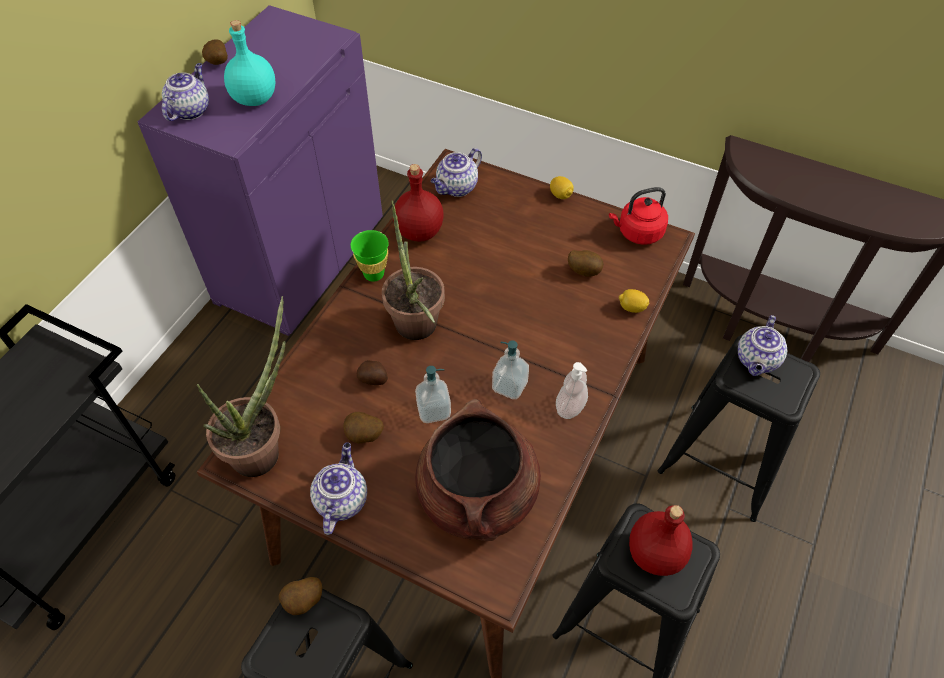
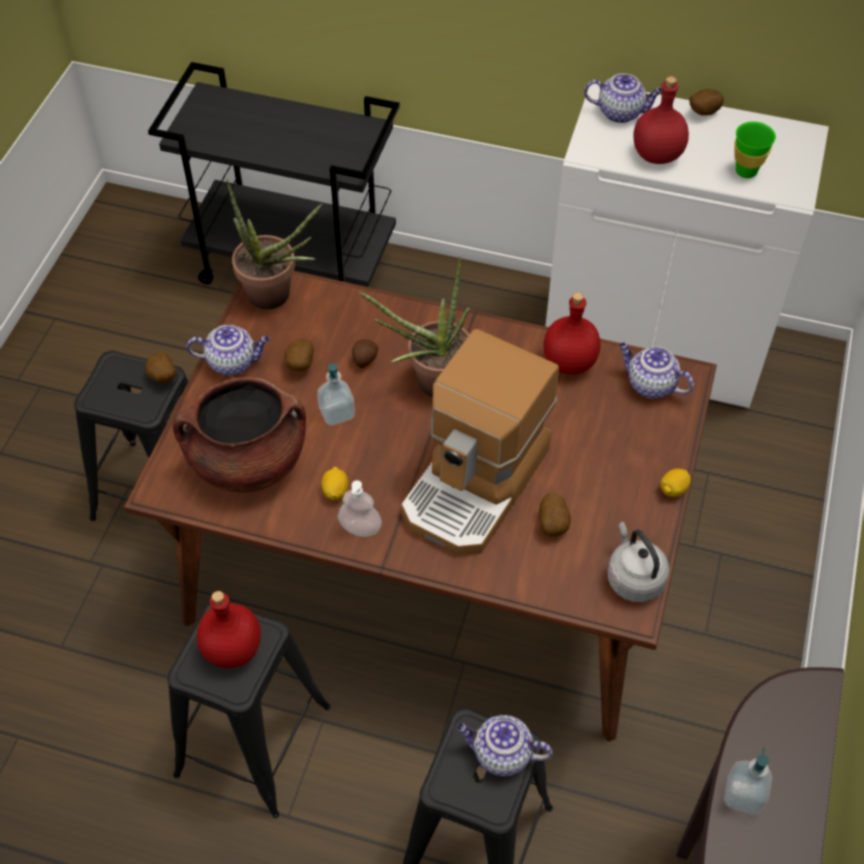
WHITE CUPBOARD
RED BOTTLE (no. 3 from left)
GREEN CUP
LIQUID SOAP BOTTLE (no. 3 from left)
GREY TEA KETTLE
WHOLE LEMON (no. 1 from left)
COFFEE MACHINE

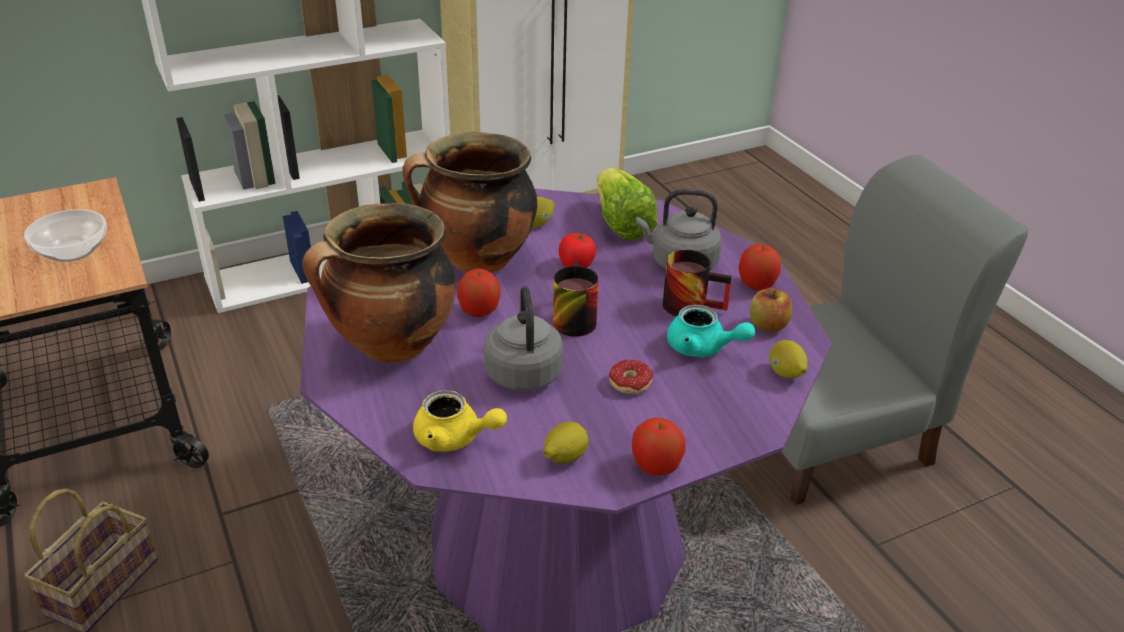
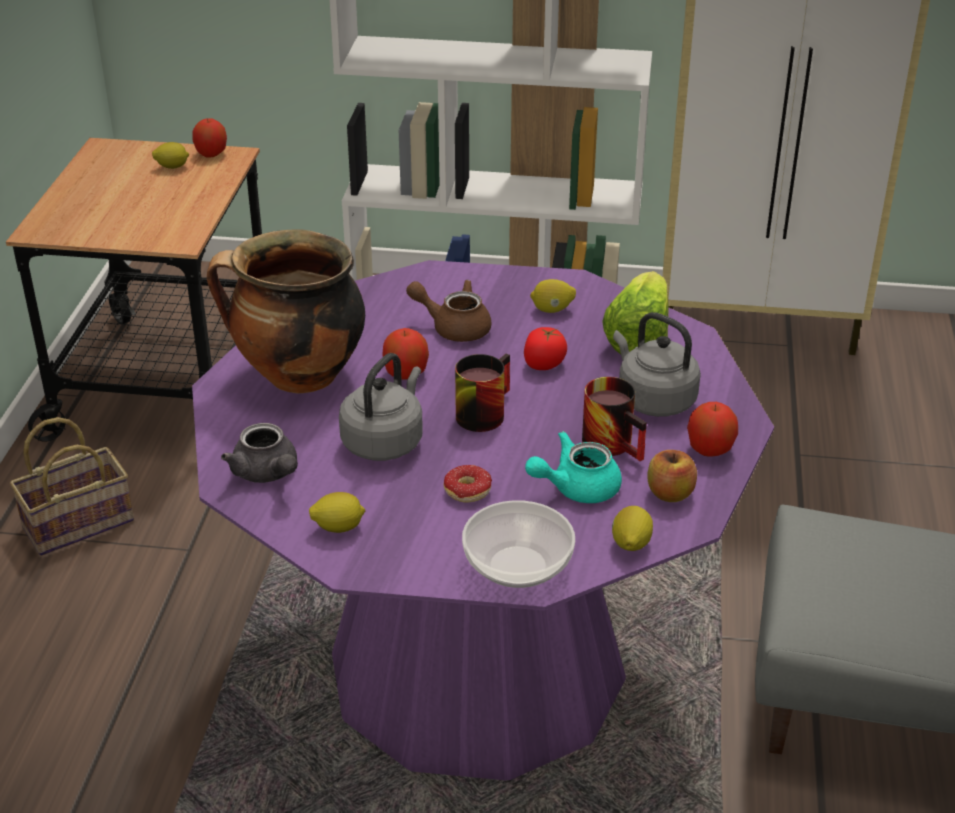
BOWL
BROWN TEA POT
GREY TEA POT
APPLE FRUIT (no. 1 from left)
TURQUOISE TEA POT
WHOLE LEMON (no. 1 from left)

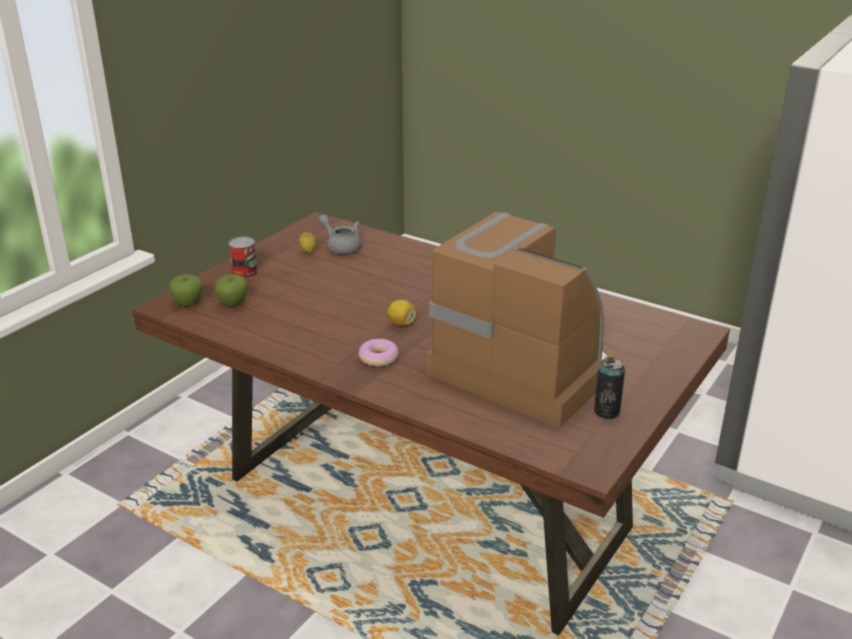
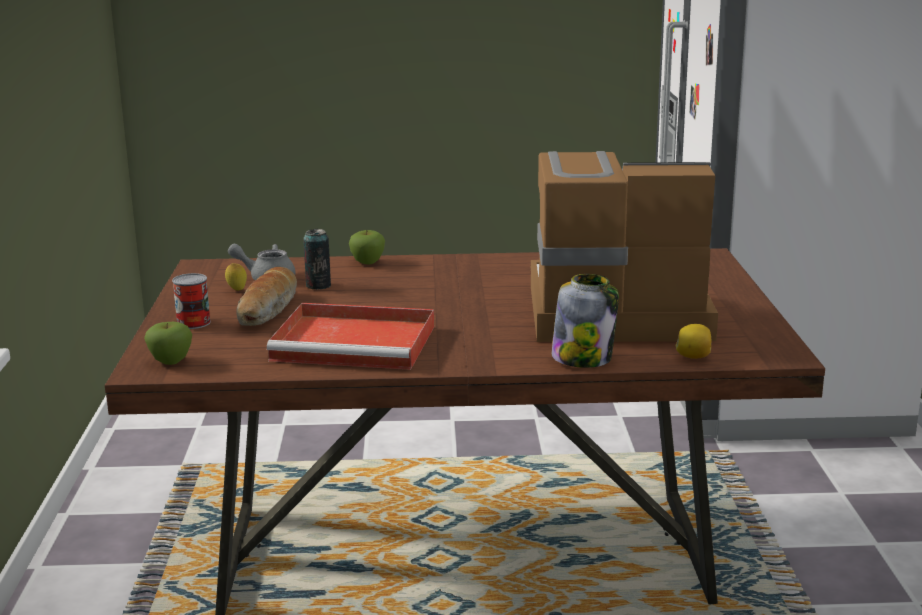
APPLE FRUIT (no. 2 from left)
RING DOUGHNUT
WHOLE LEMON (no. 2 from left)
METAL CAN (no. 2 from left)
BAKED BREAD
RED TRAY
JAR

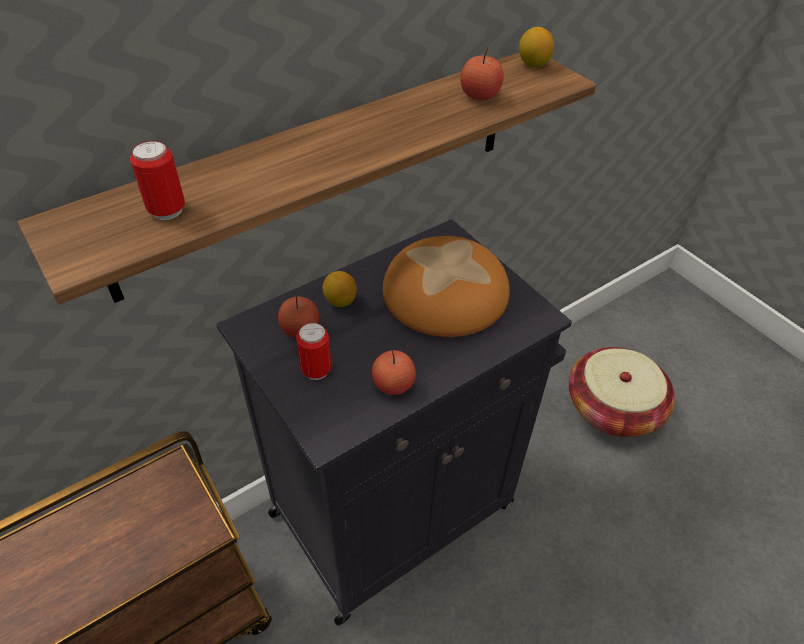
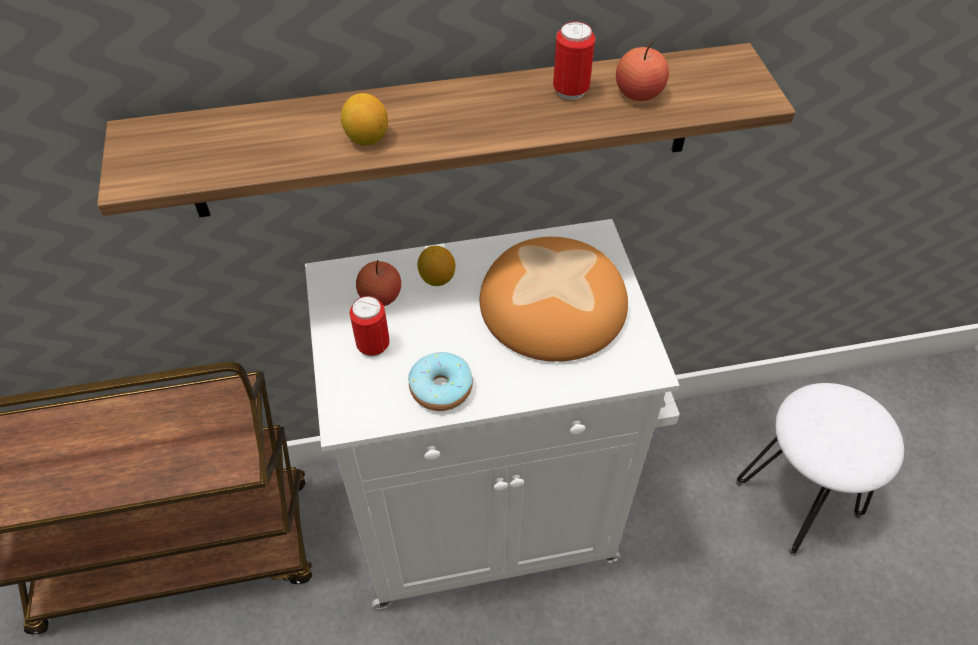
METAL CAN (no. 2 from left)
WHITE CUPBOARD
RING DOUGHNUT
WHOLE LEMON (no. 1 from left)
WHITE SITTING STOOL

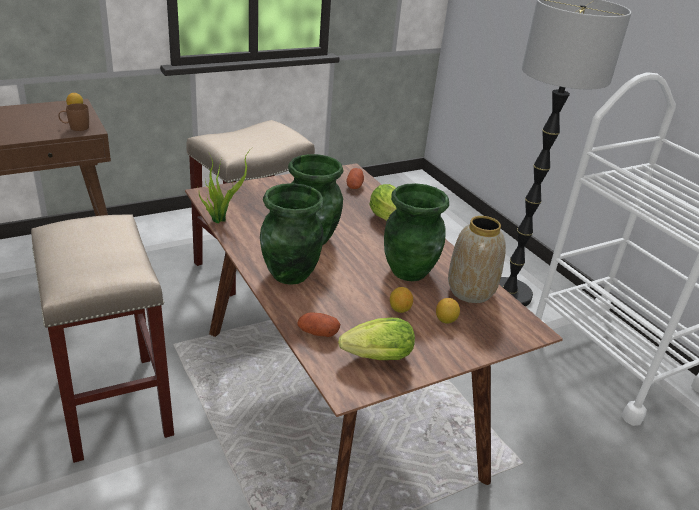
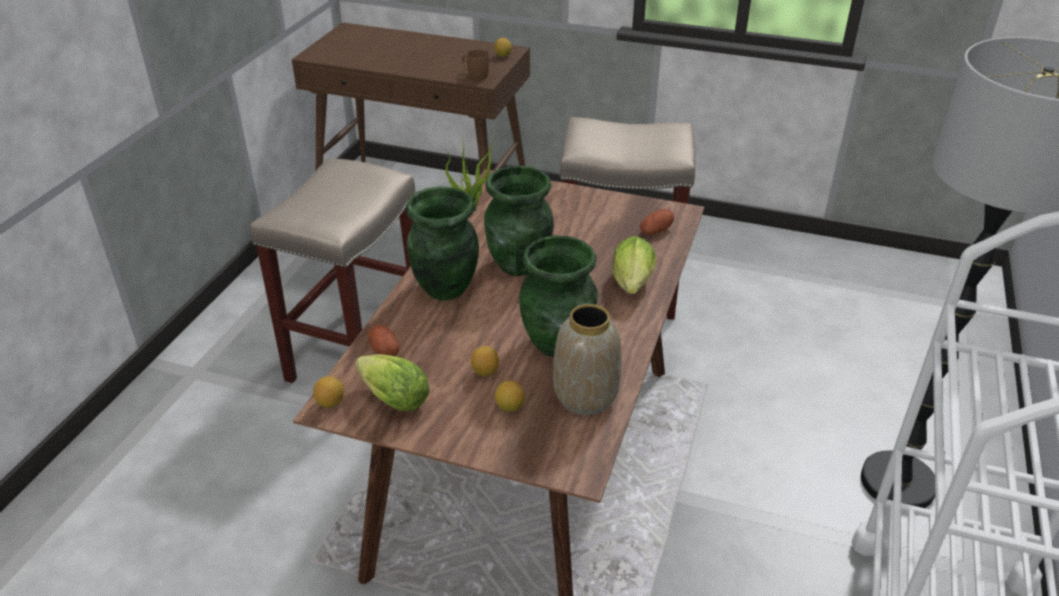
WHOLE LEMON (no. 1 from left)

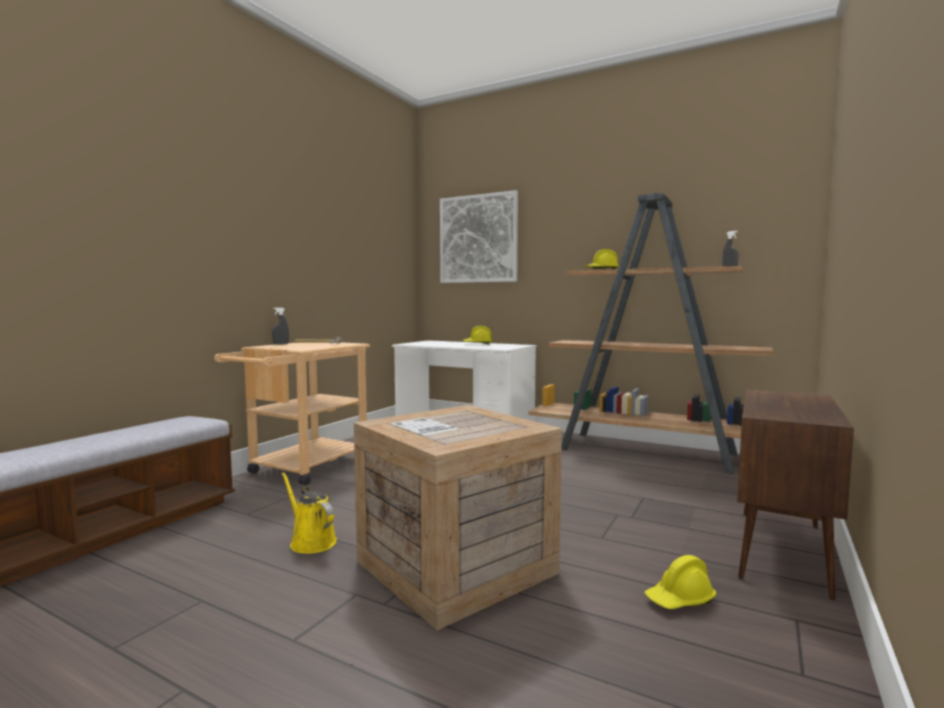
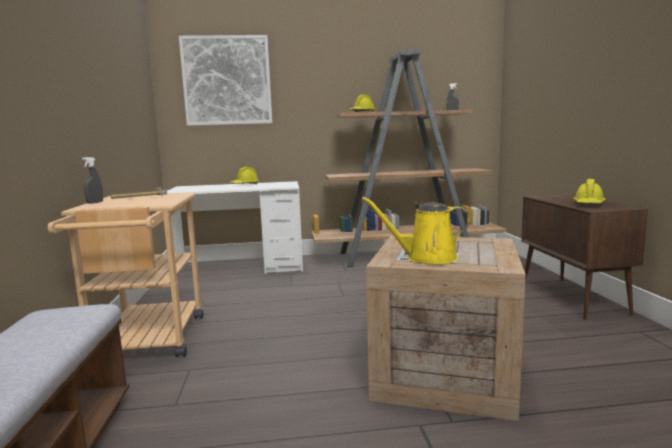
YELLOW WATERING CAN
YELLOW HARD HAT (no. 3 from left)

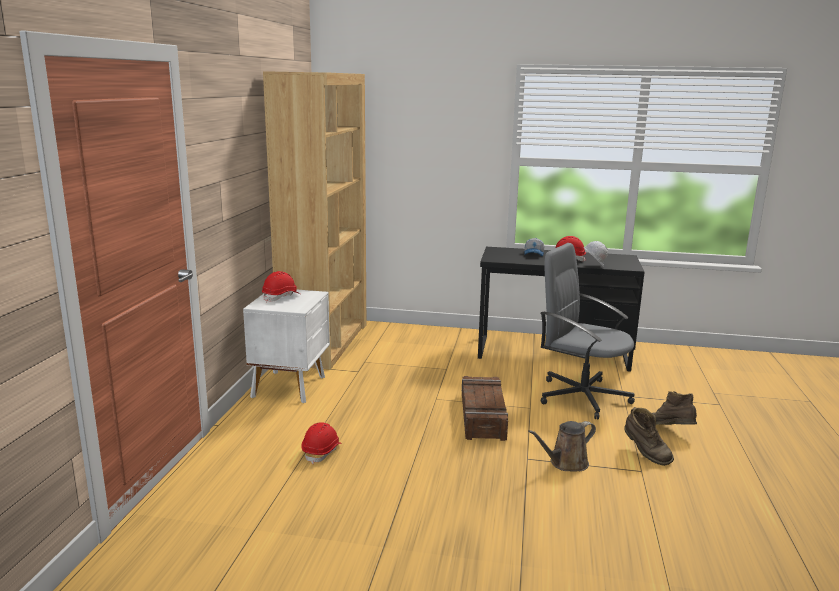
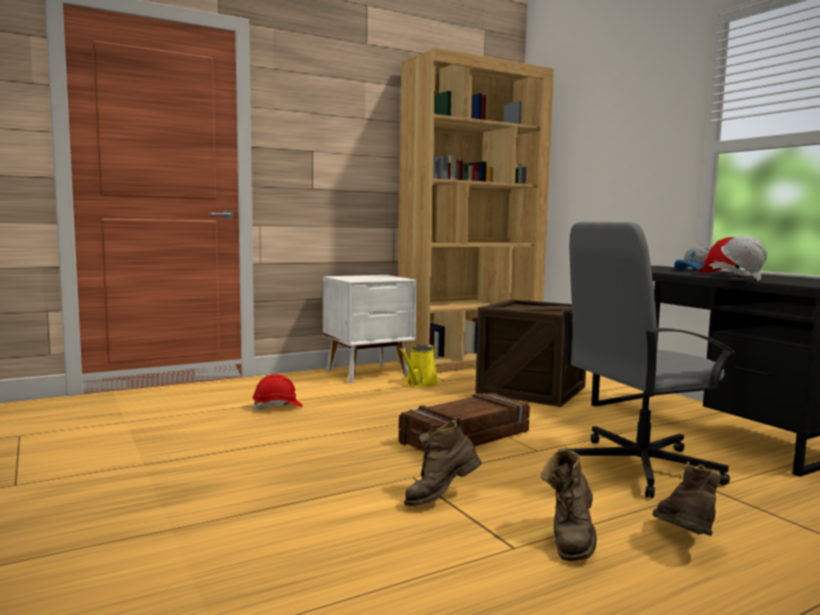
RED HARD HAT (no. 1 from left in the first image)
BROWN HIGH-TOP BOOT (no. 1 from left)
GREY COMPUTER CHAIR
YELLOW WATERING CAN
CRATE (no. 2 from left)

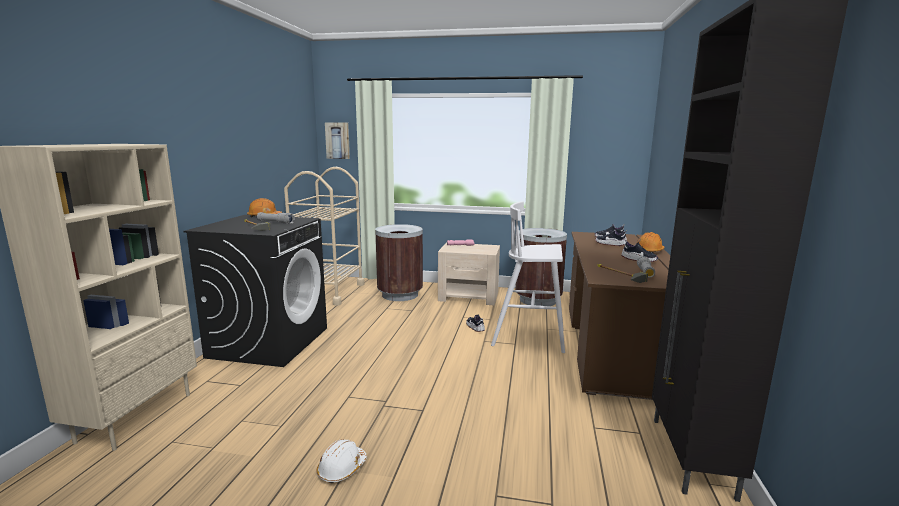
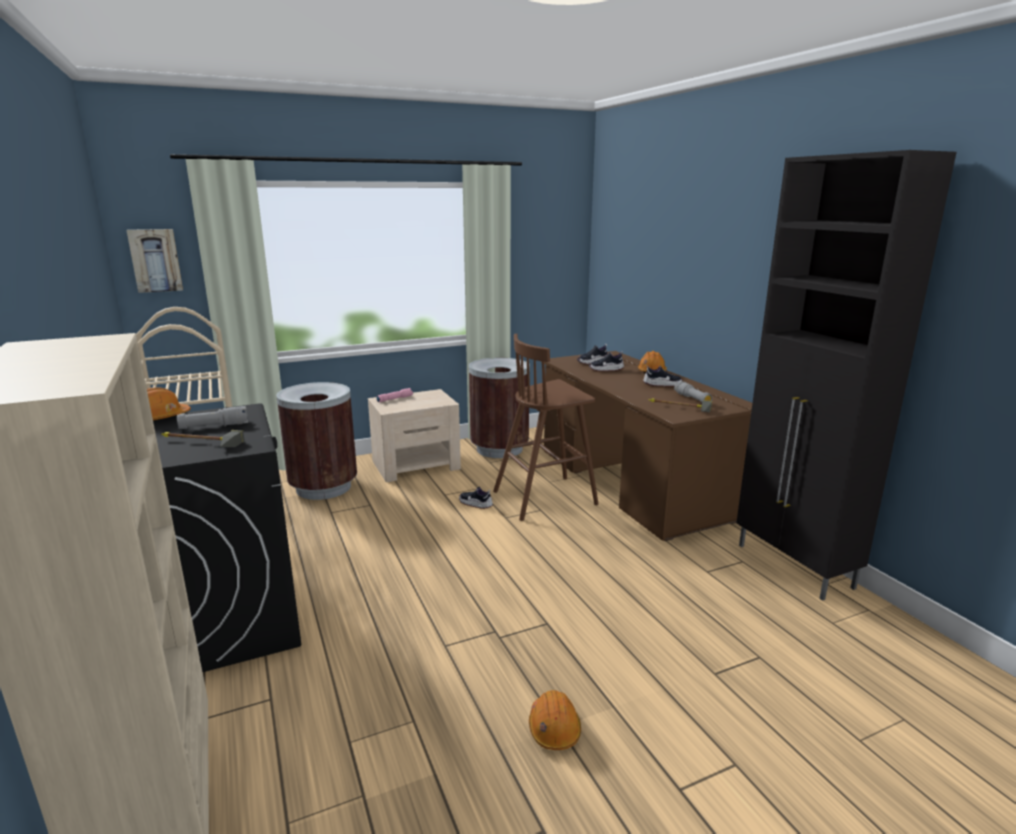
ORANGE-COLOURED HARD HAT (no. 2 from left)
BROWN SITTING STOOL

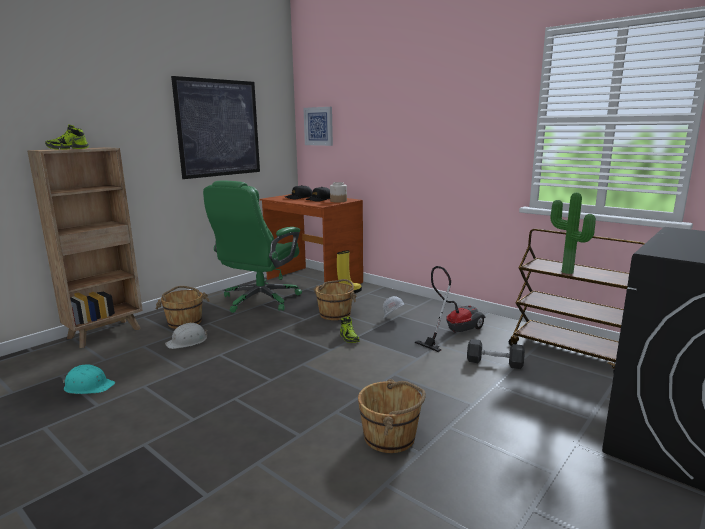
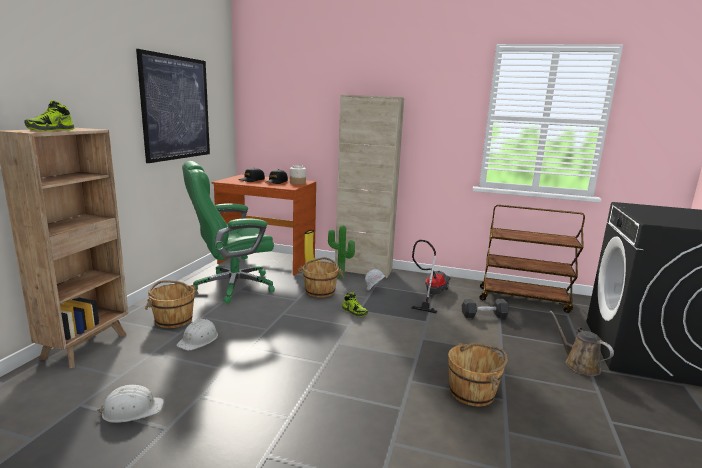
WHITE HARD HAT (no. 1 from left)
GREEN COMPUTER CHAIR
PICTURE (no. 2 from left in the first image)
PLANT IN A POT
BEIGE-COLOURED CUPBOARD
BROWN WATERING CAN

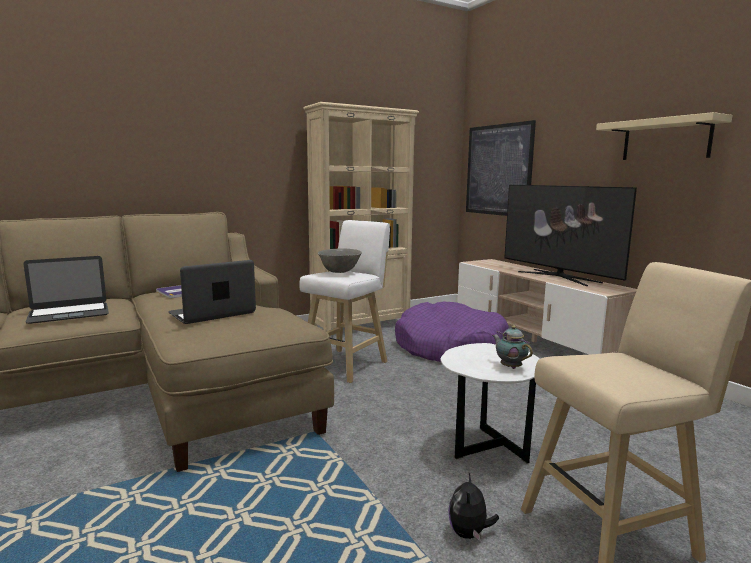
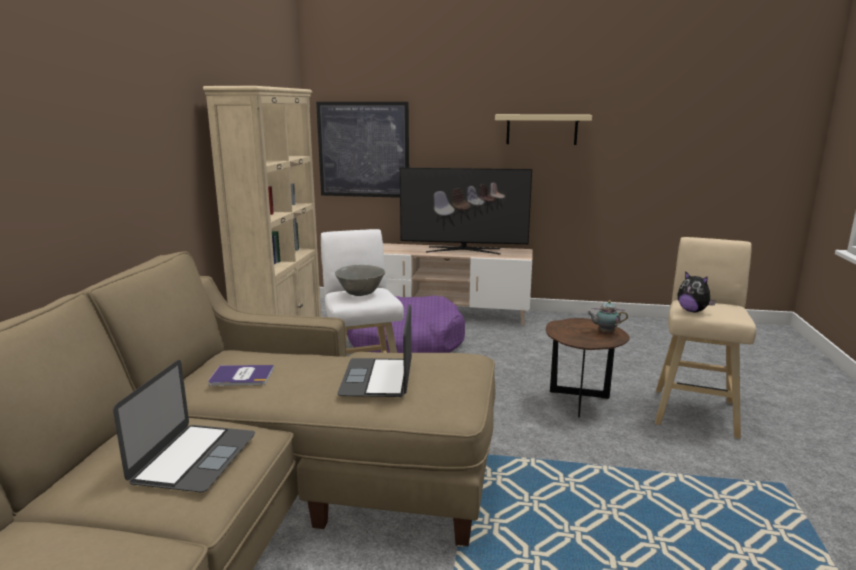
BROWN SIDE TABLE
PLUSH TOY

